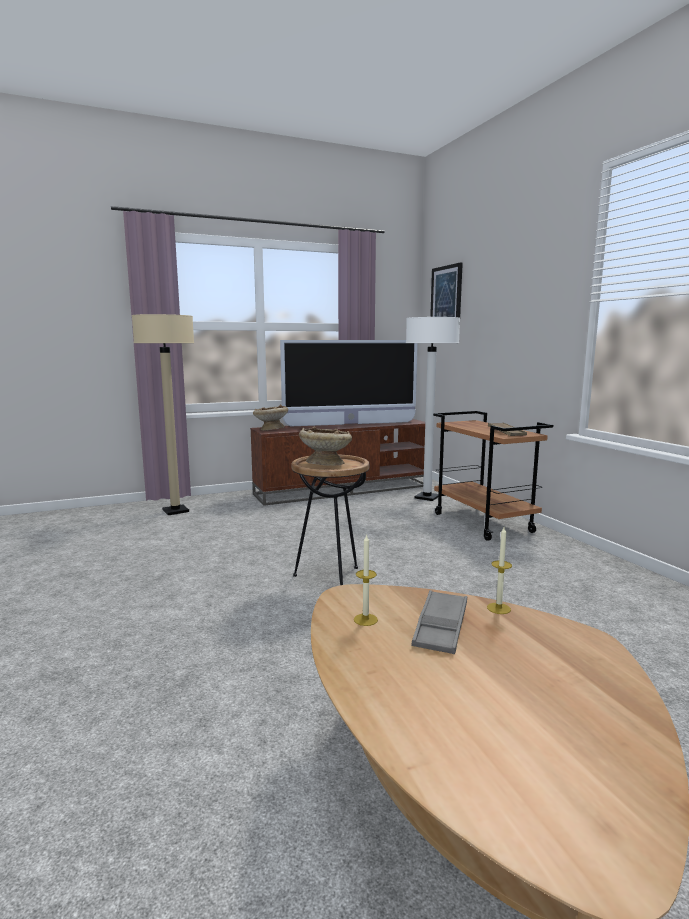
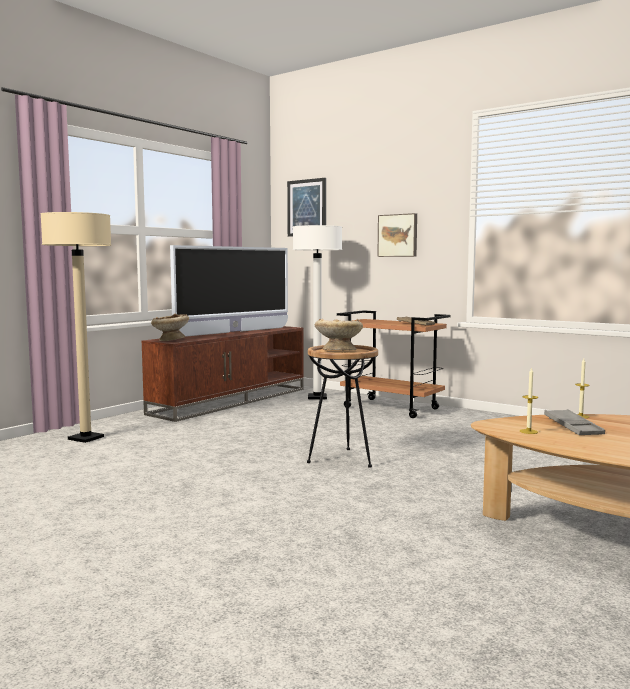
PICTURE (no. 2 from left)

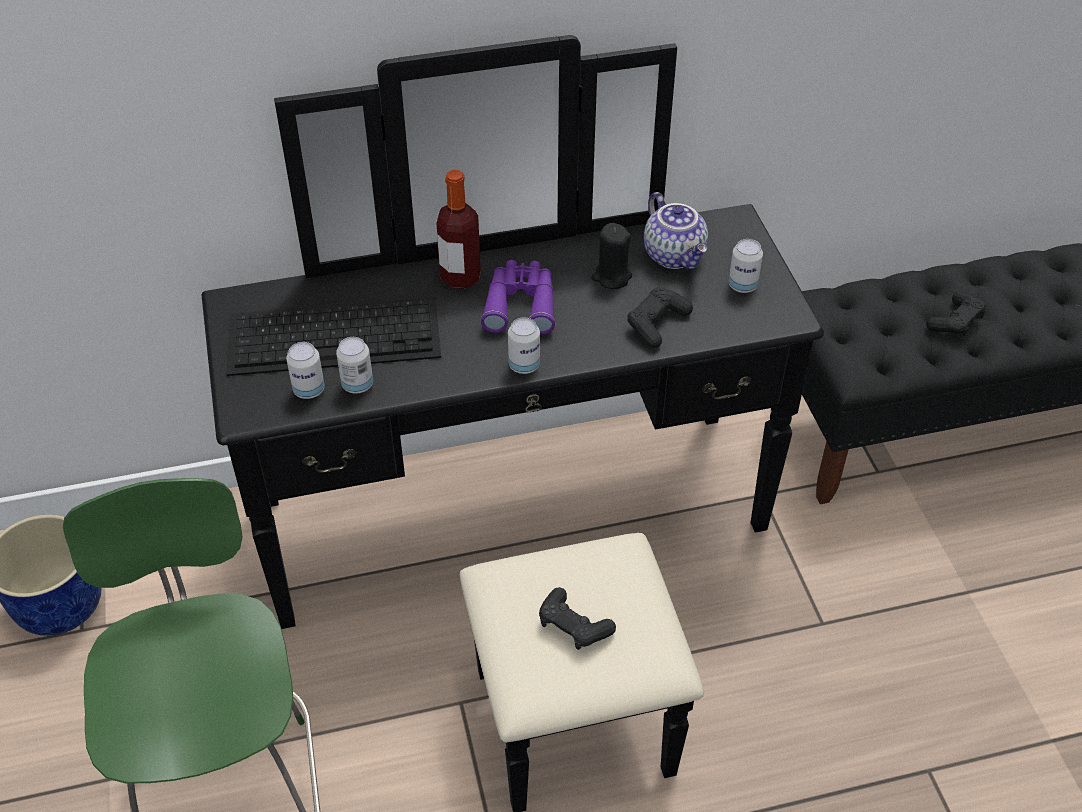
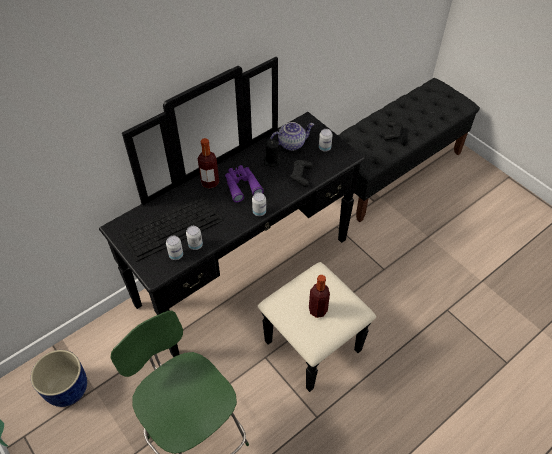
BOTTLE (no. 2 from left)
TEA POT

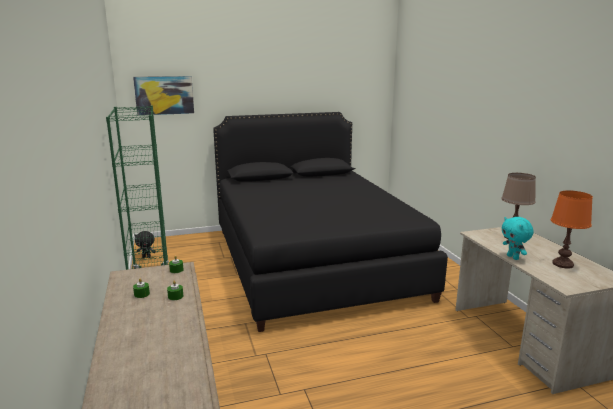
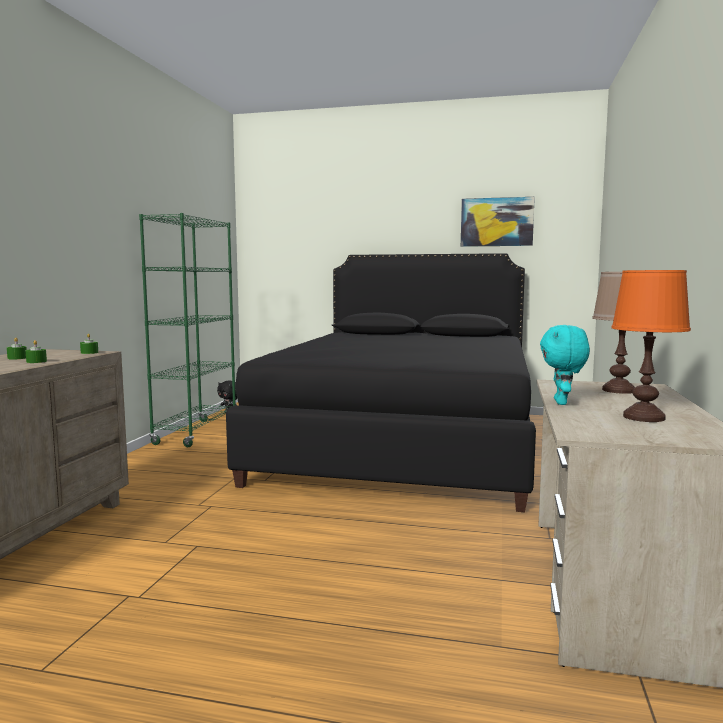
PICTURE

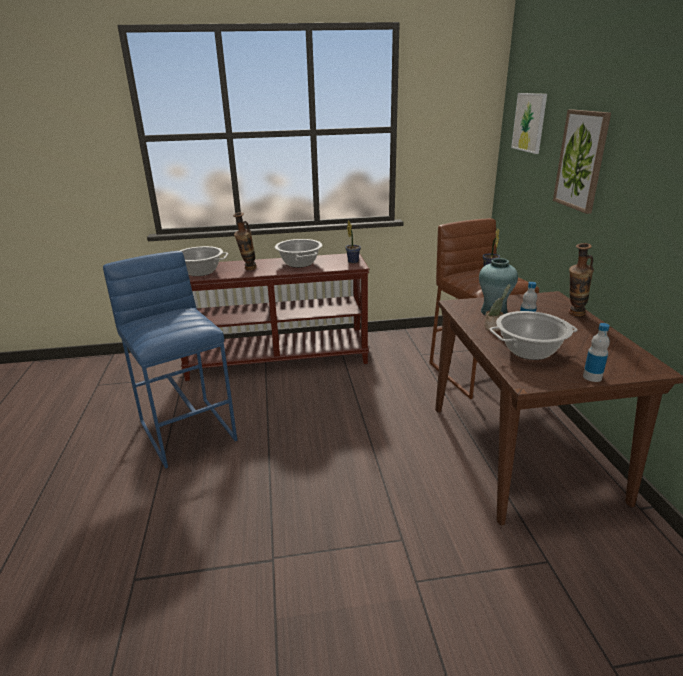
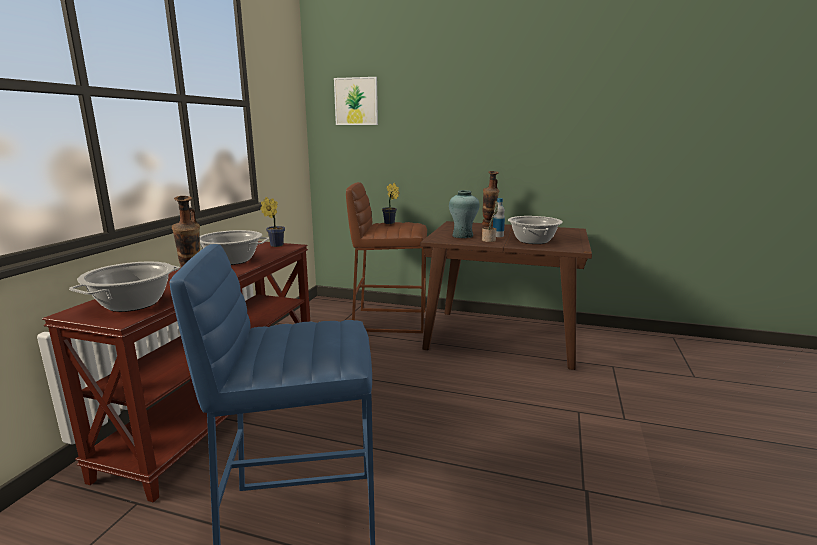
PICTURE (no. 2 from left in the first image)
BOTTLE (no. 2 from left in the first image)

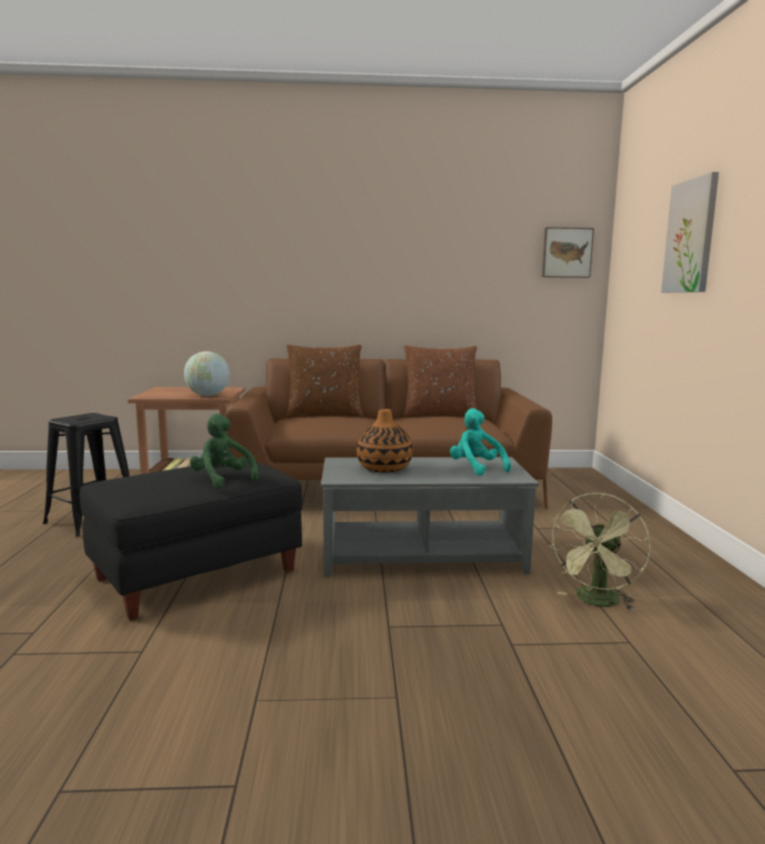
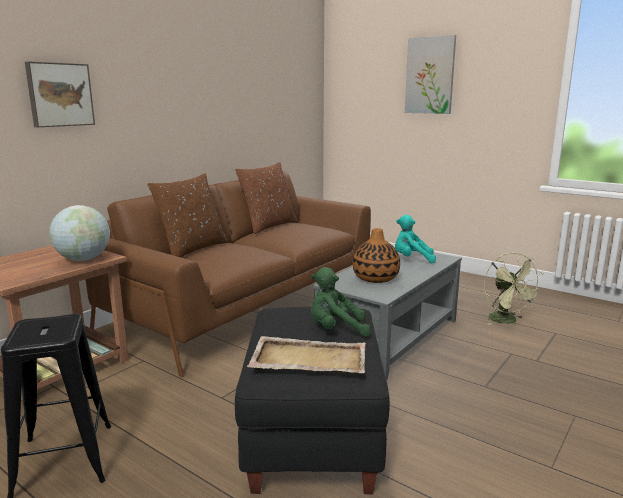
PICTURE (no. 1 from left)
BEIGE-COLOURED TRAY

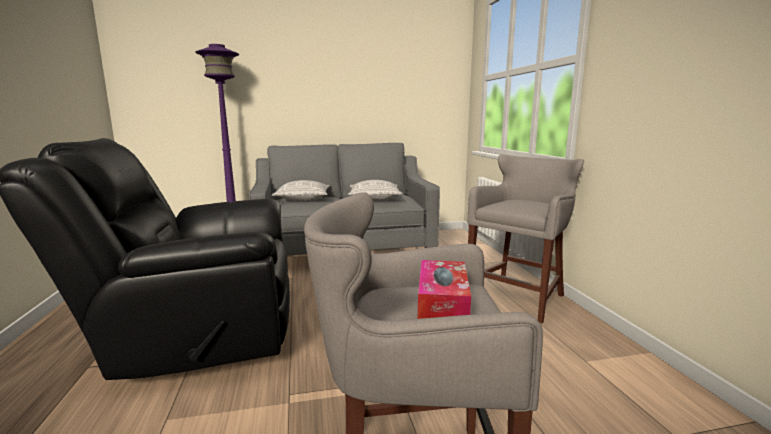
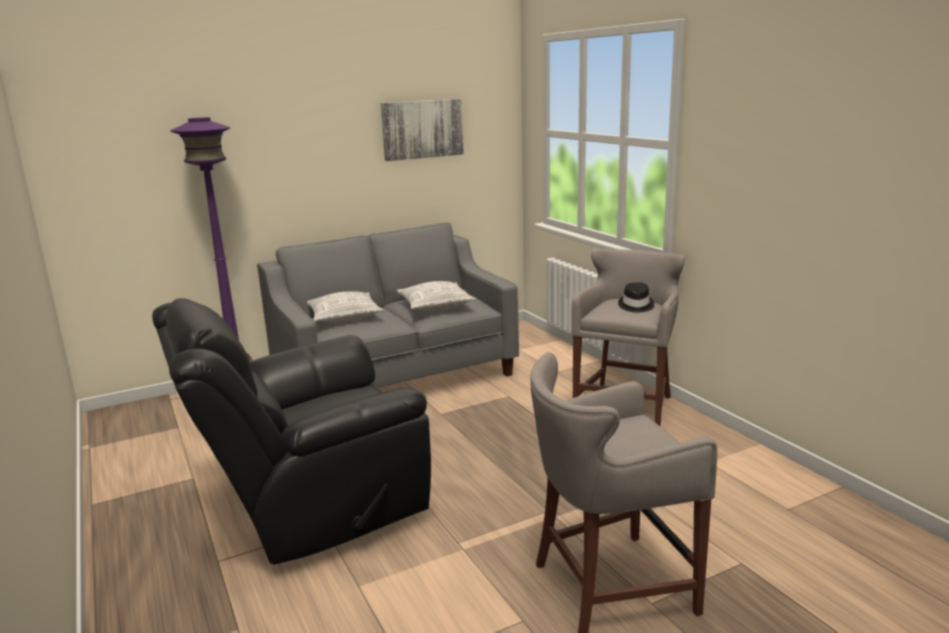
TISSUE HOLDER
PICTURE
BLACK-COLOURED WEARABLE HAT

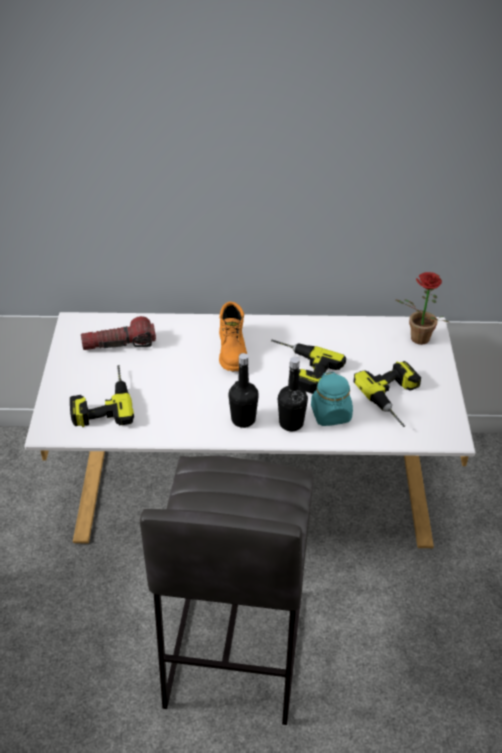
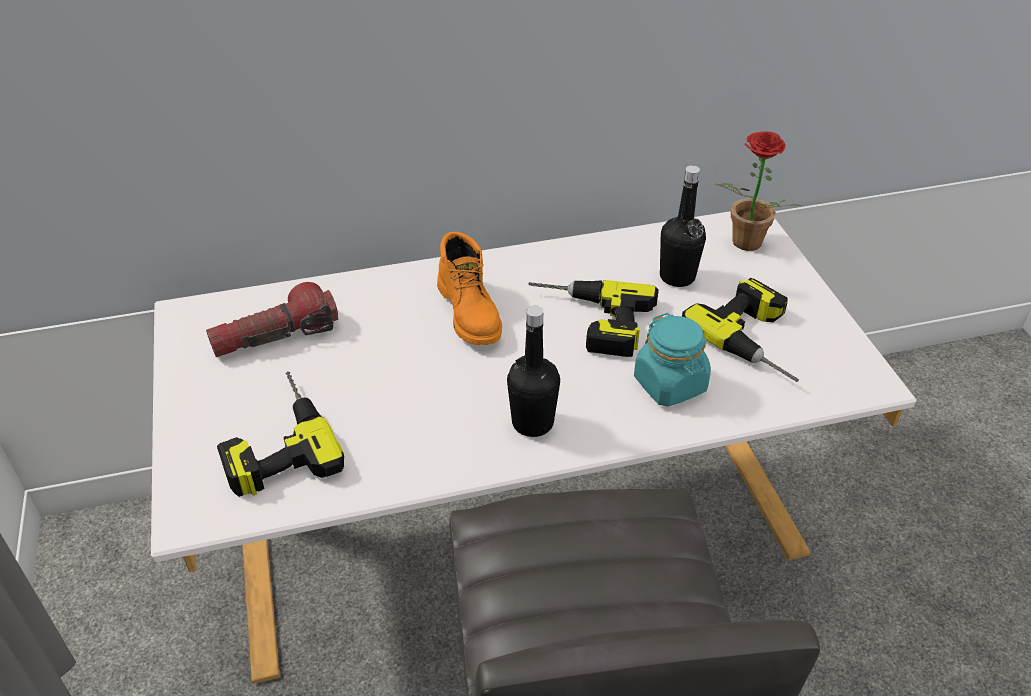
BLACK-COLOURED BOTTLE (no. 2 from left)

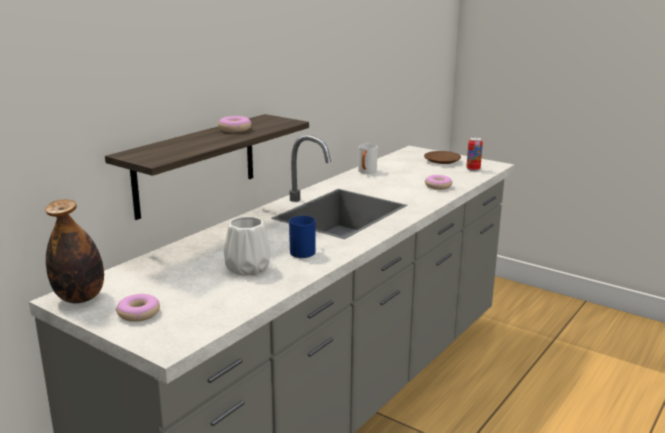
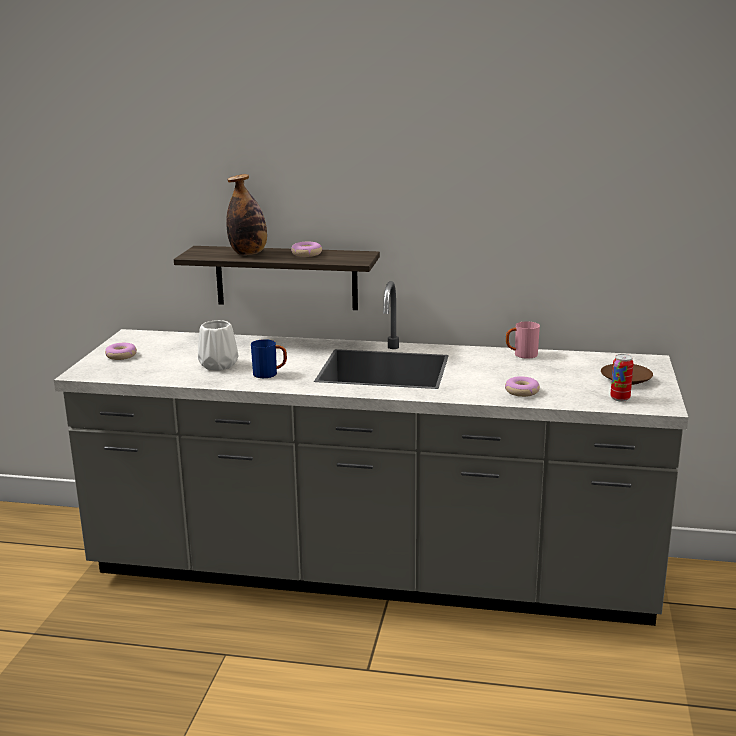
BOTTLE
PINKISH MUG

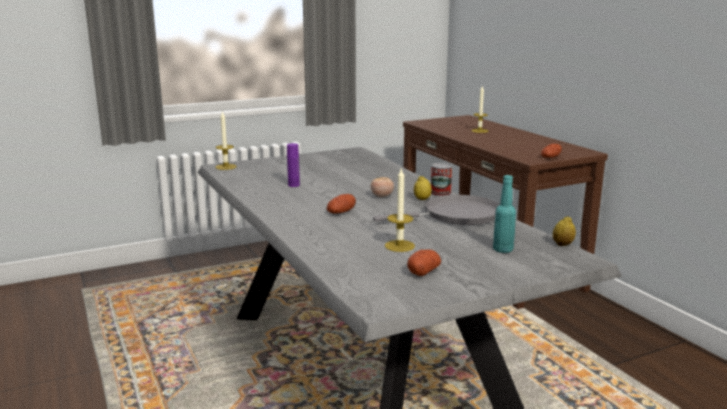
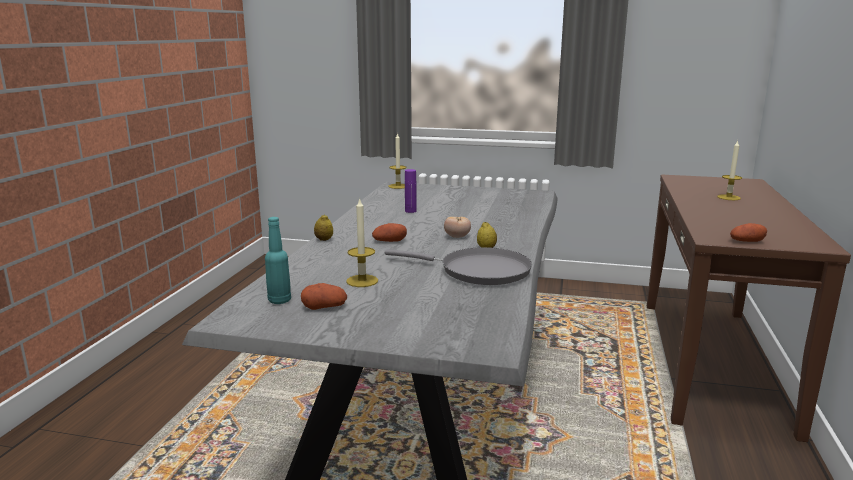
METAL CAN
TURQUOISE BOTTLE
WHOLE LEMON (no. 1 from left)

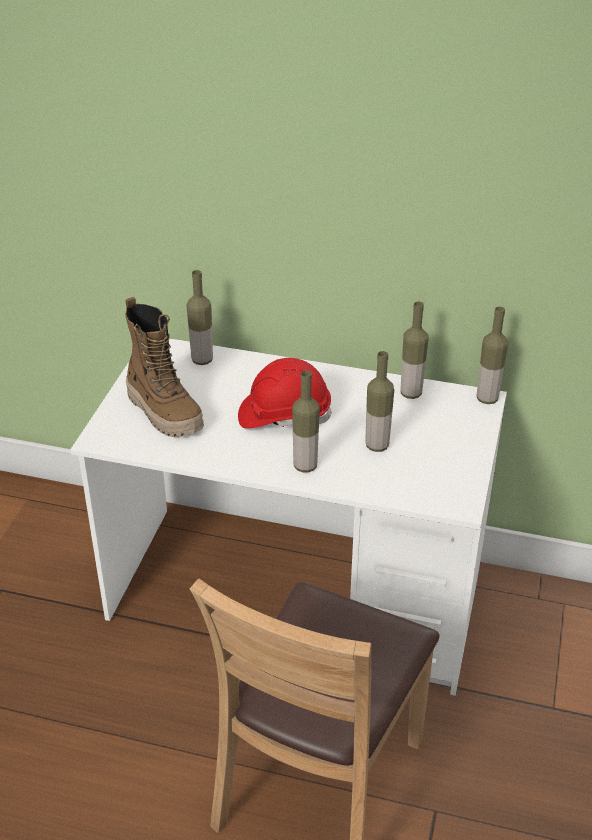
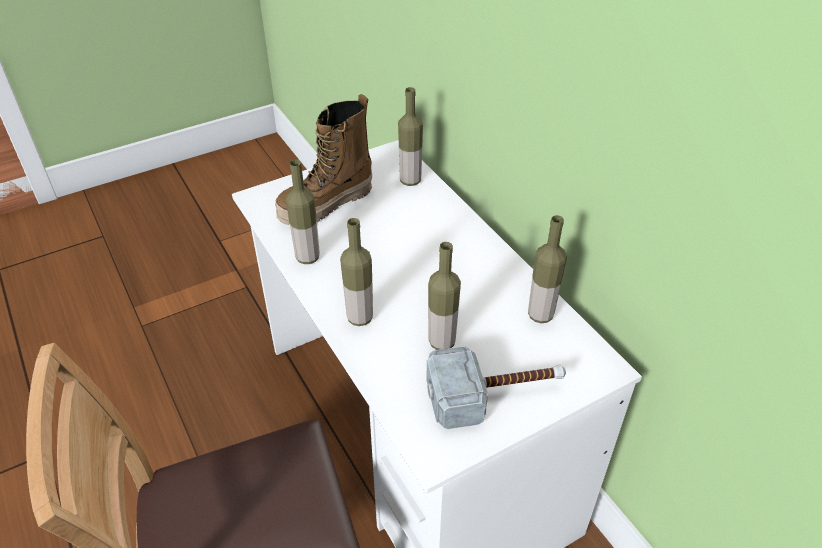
HIGH-TOP BOOT
RED HARD HAT
BOTTLE (no. 1 from left)
HAND HAMMER

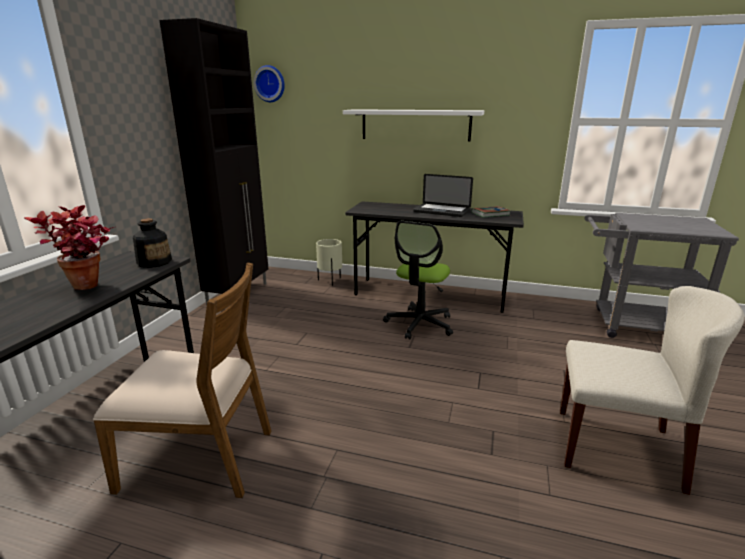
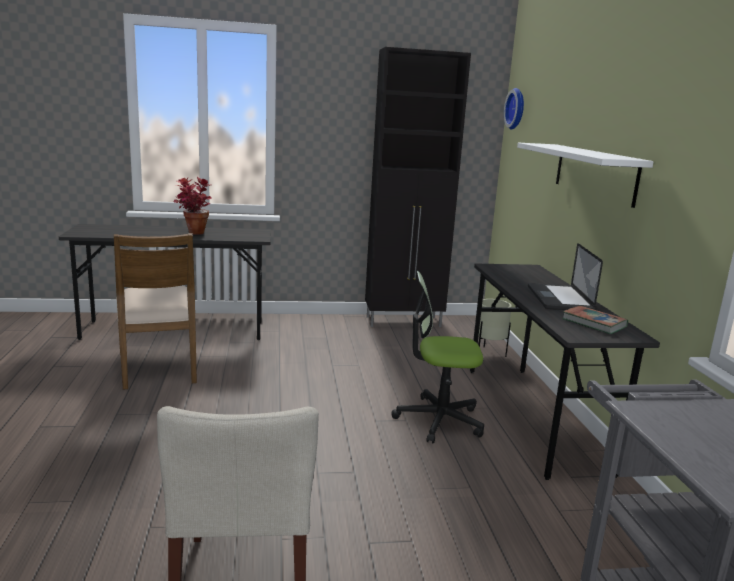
BOTTLE

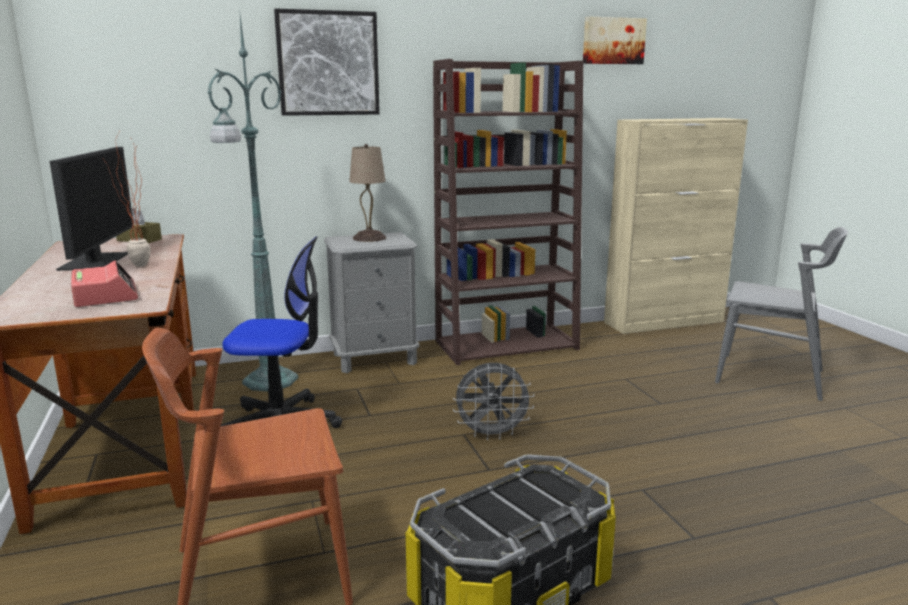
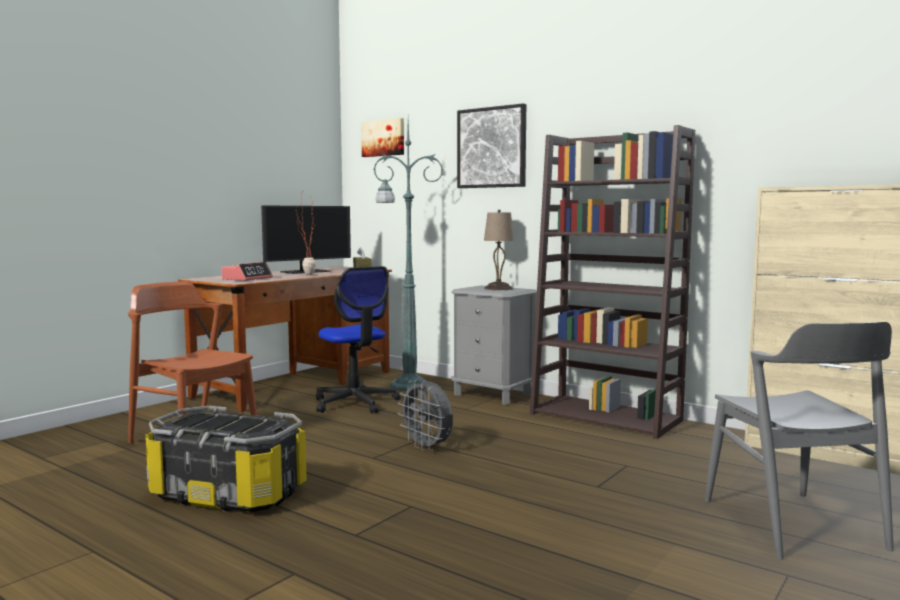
PICTURE (no. 1 from left)

